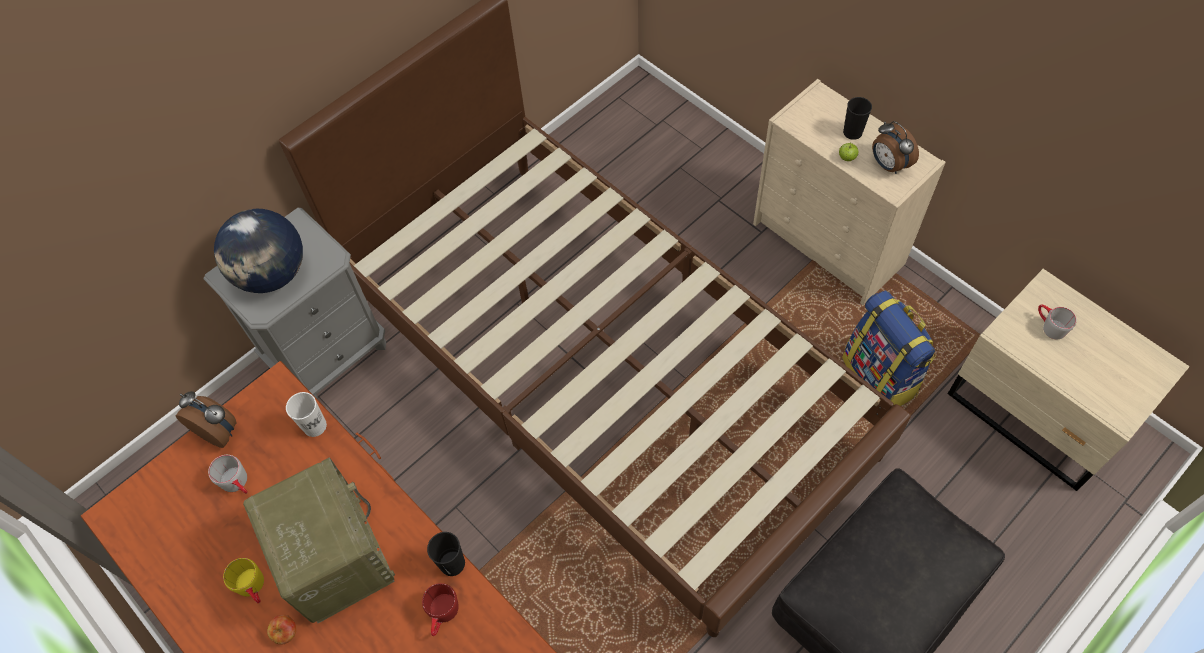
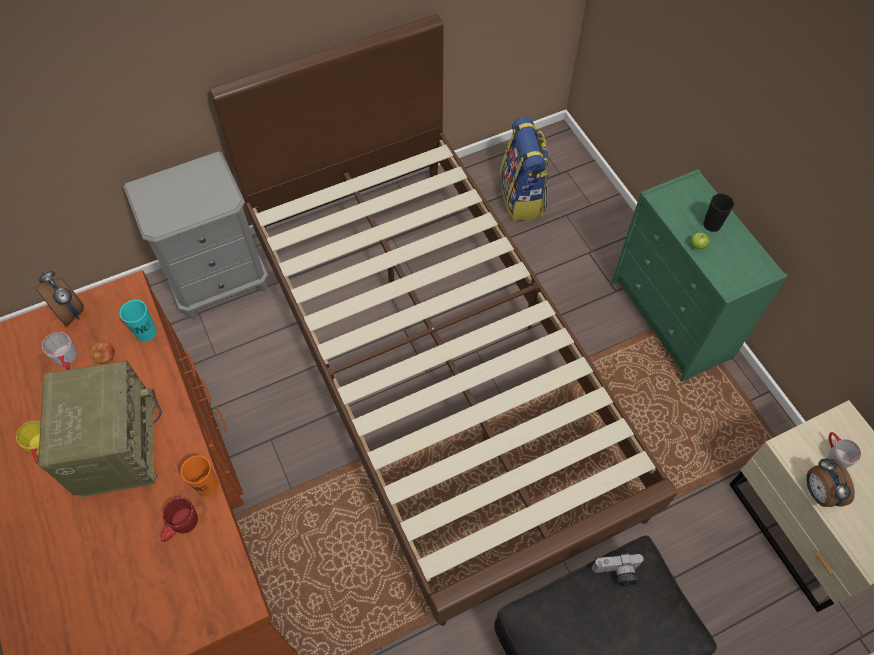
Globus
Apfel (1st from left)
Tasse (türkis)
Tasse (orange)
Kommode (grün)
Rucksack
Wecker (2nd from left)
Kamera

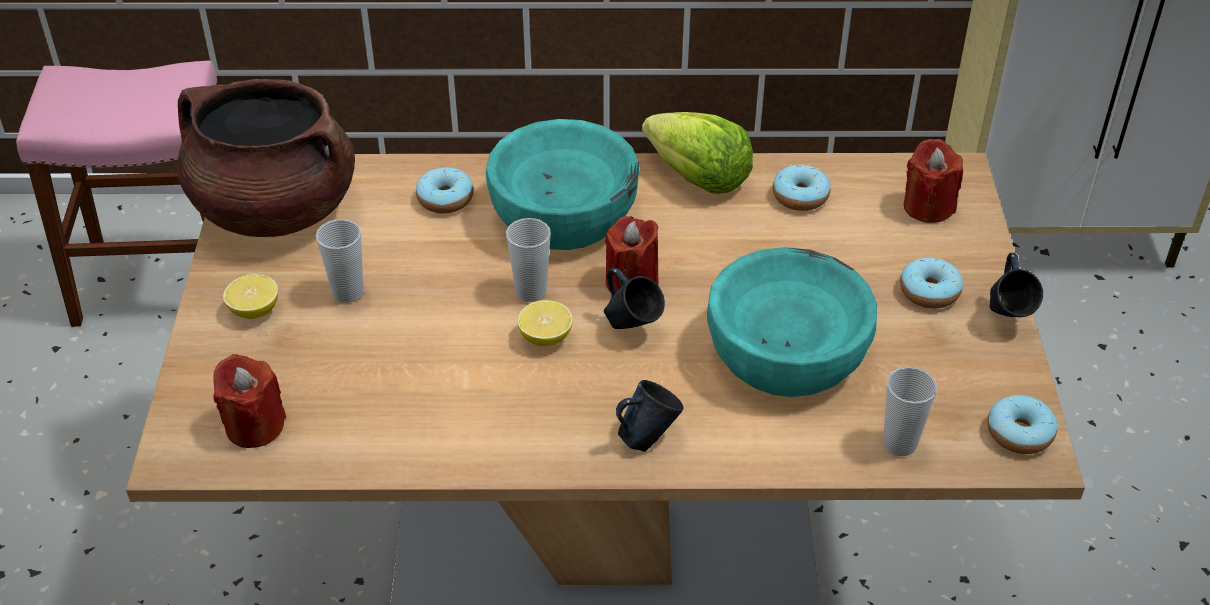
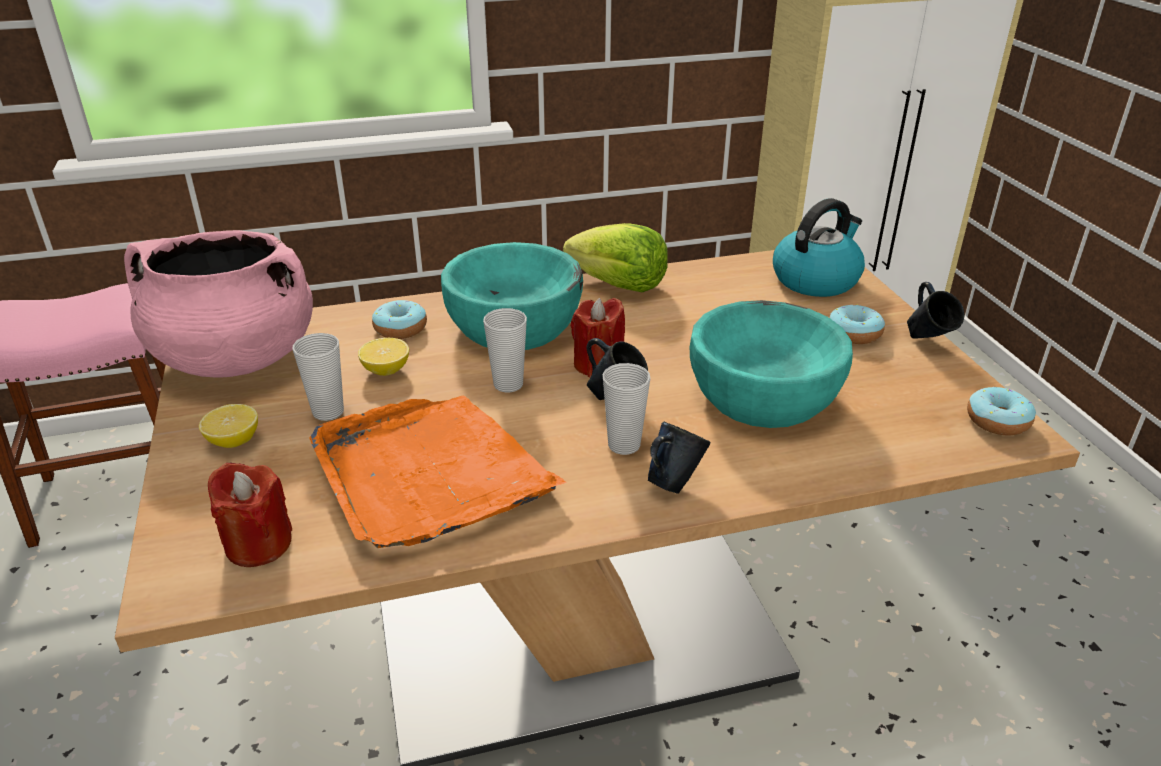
Kochtopf (rosa)
Zitrone (2nd from left)
Donut (2nd from left in the first image)
Tasse (3rd from left)
Wasserkessel
Tablett (orange)

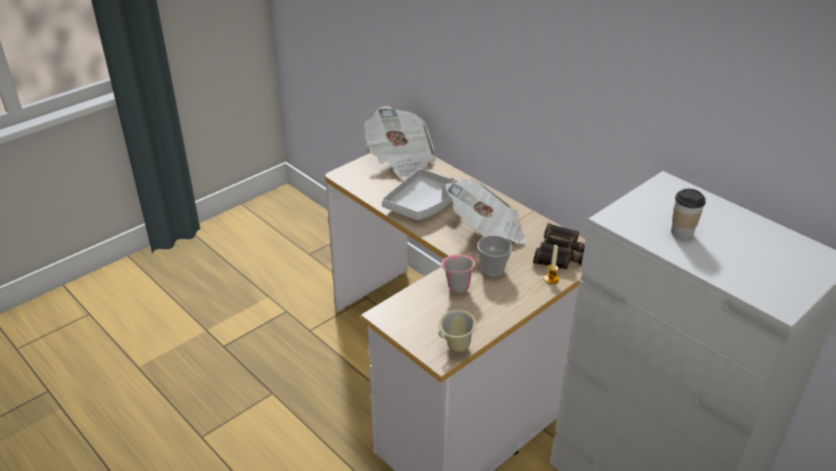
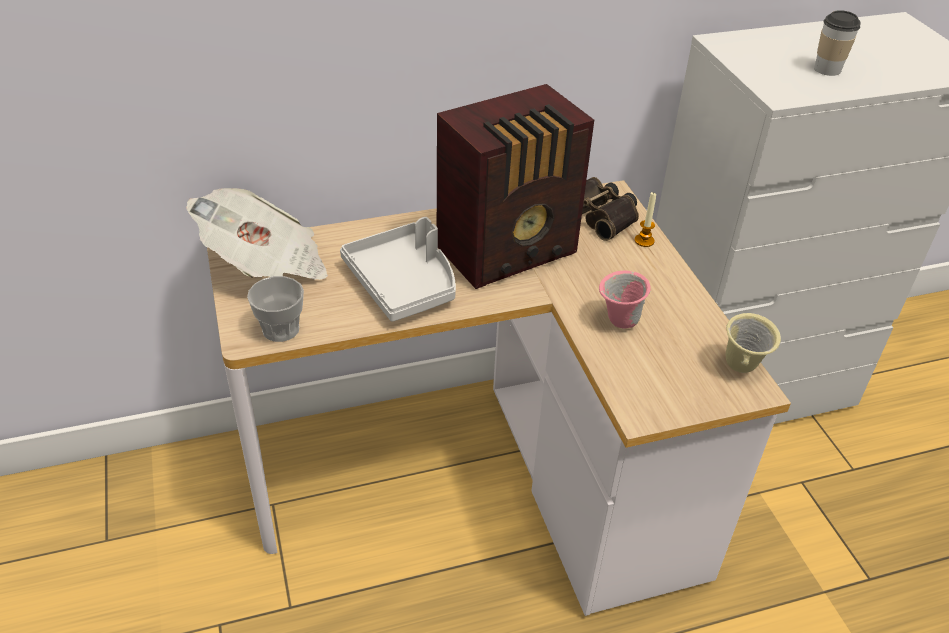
Radio
Tasse (1st from left)

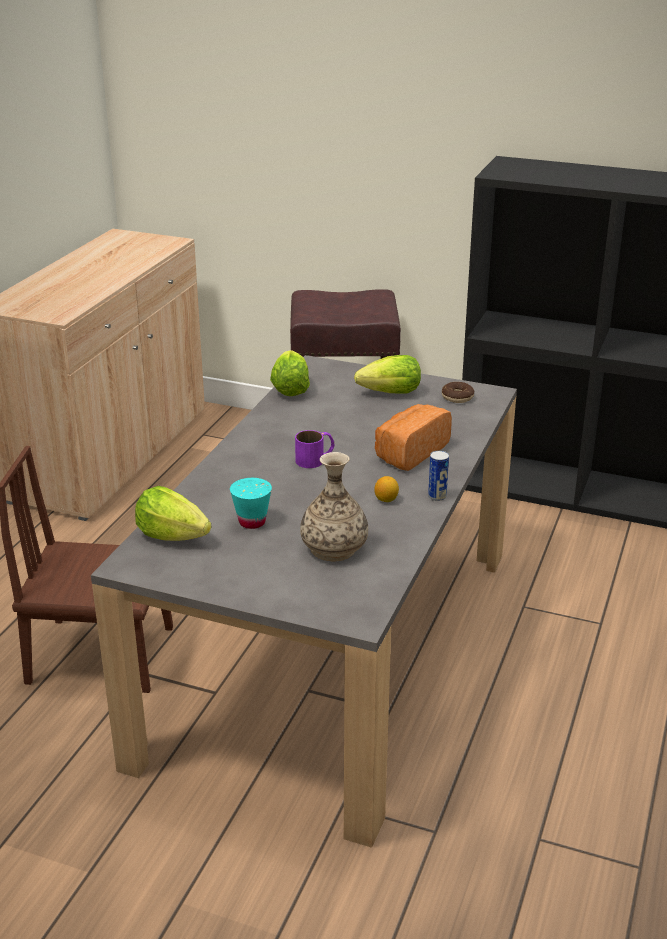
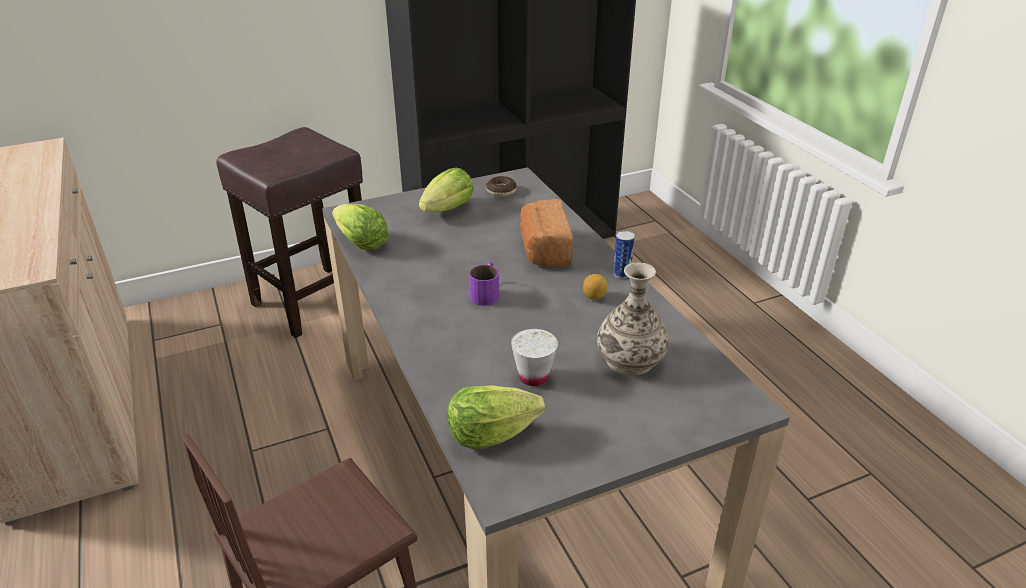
Tasse (weiß)

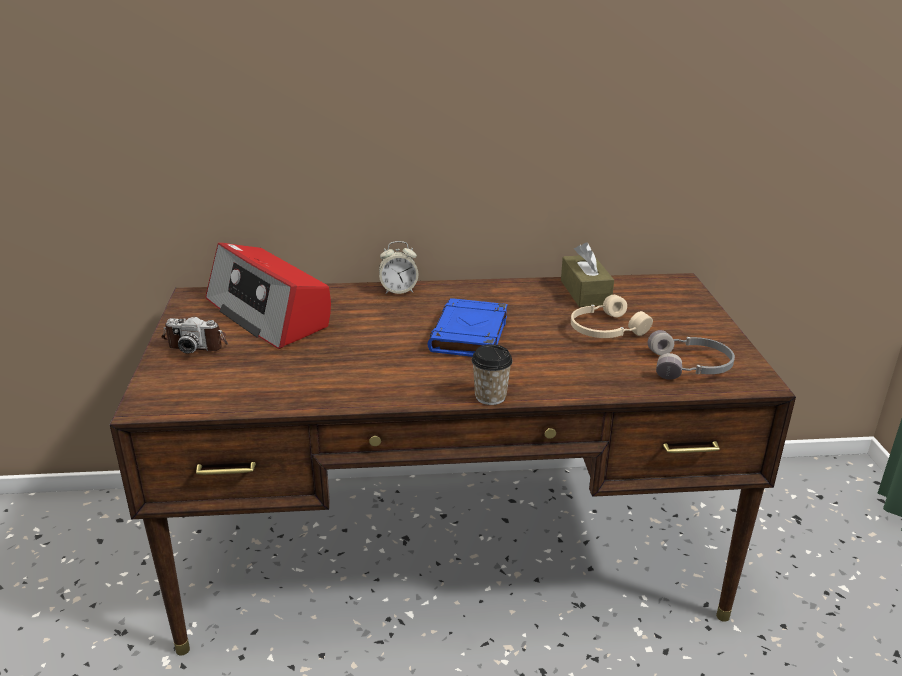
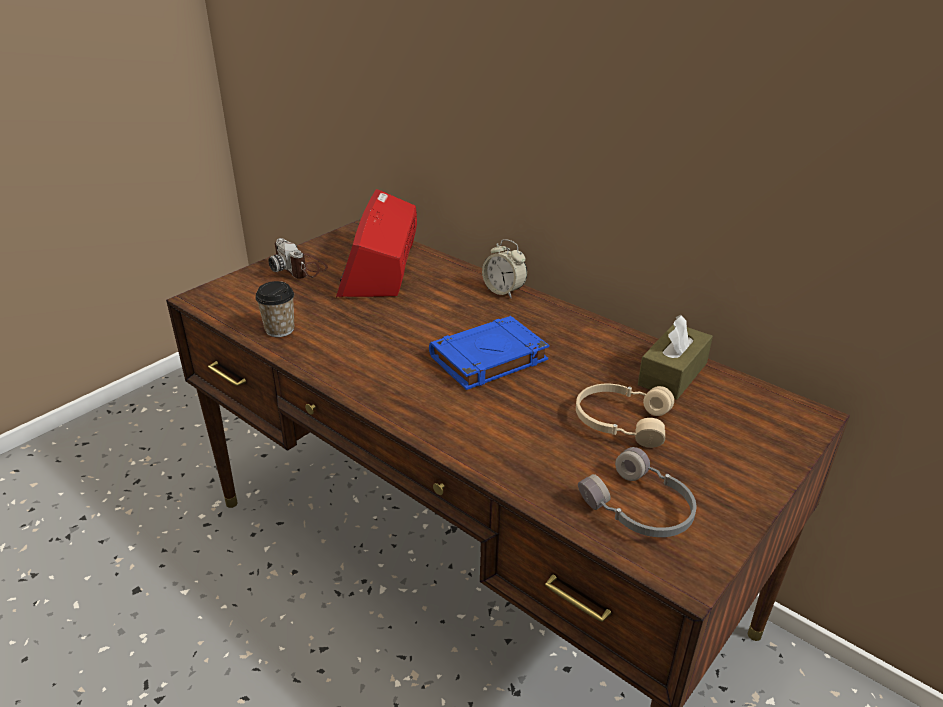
Tasse

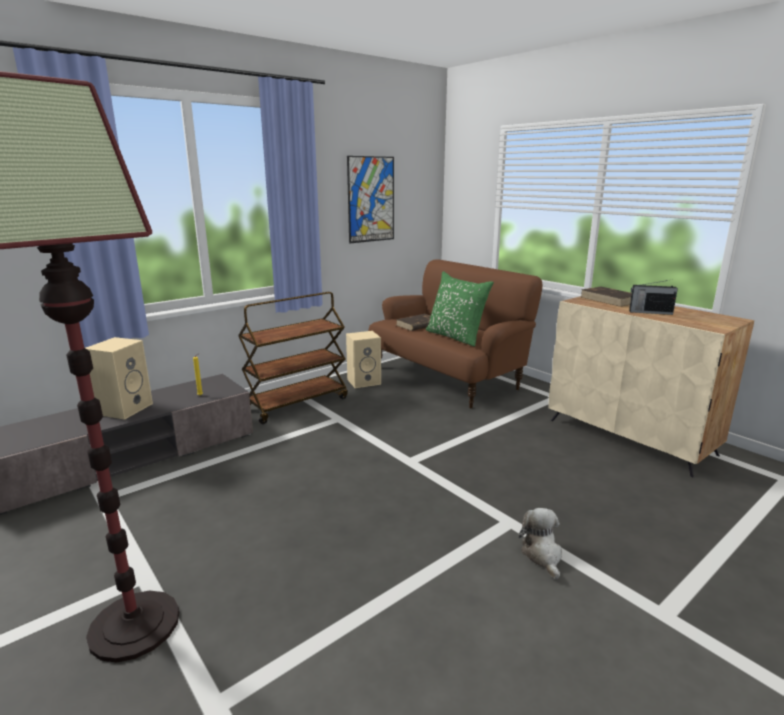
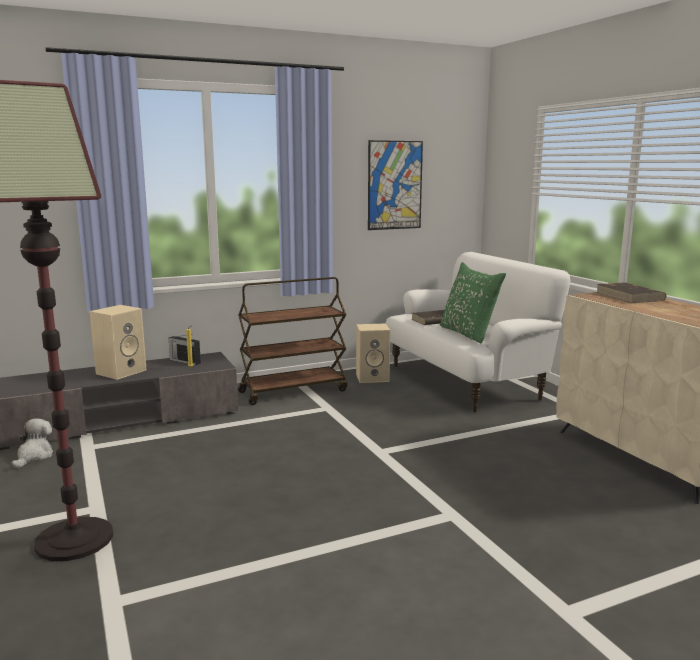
Sofa (weiß)
Plüschtier
Radio

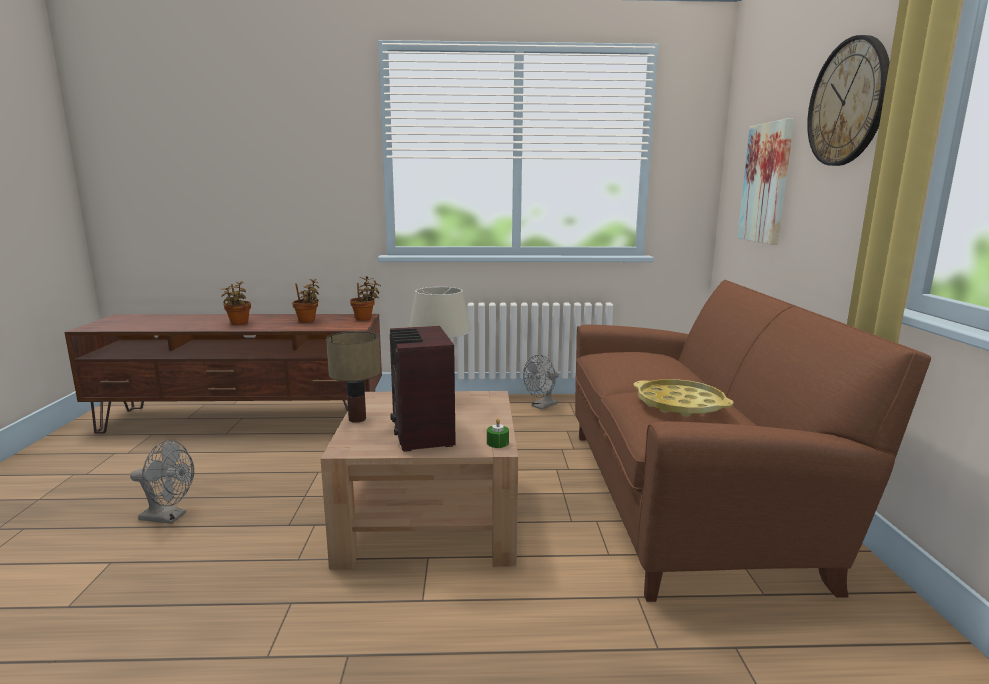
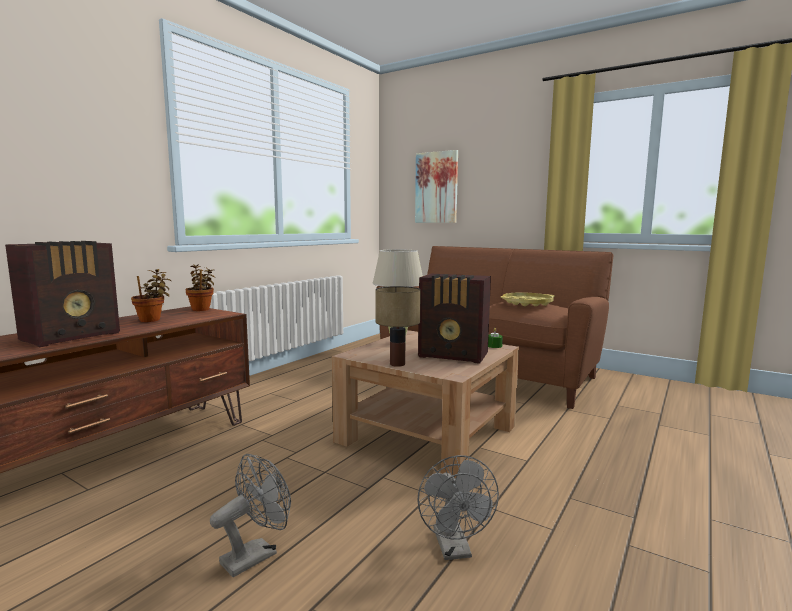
Radio (1st from left)
Ventilator (grau) (2nd from left)
Wanduhr

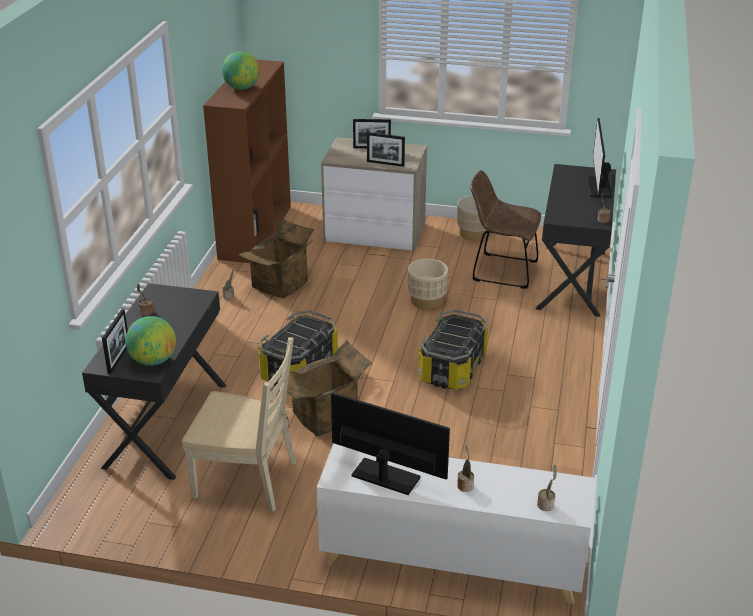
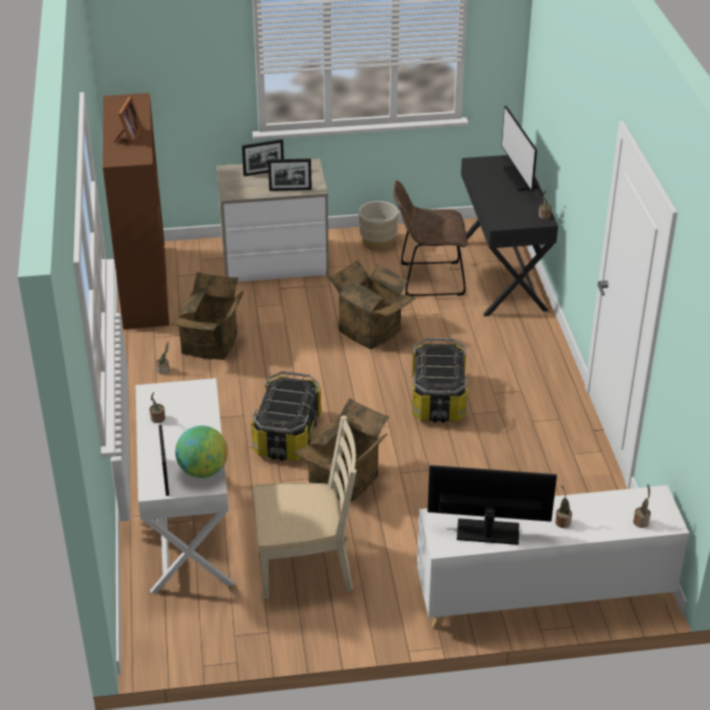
Schreibtisch (weiß)
Bilderrahmen (1st from left)
Karton (3rd from left)

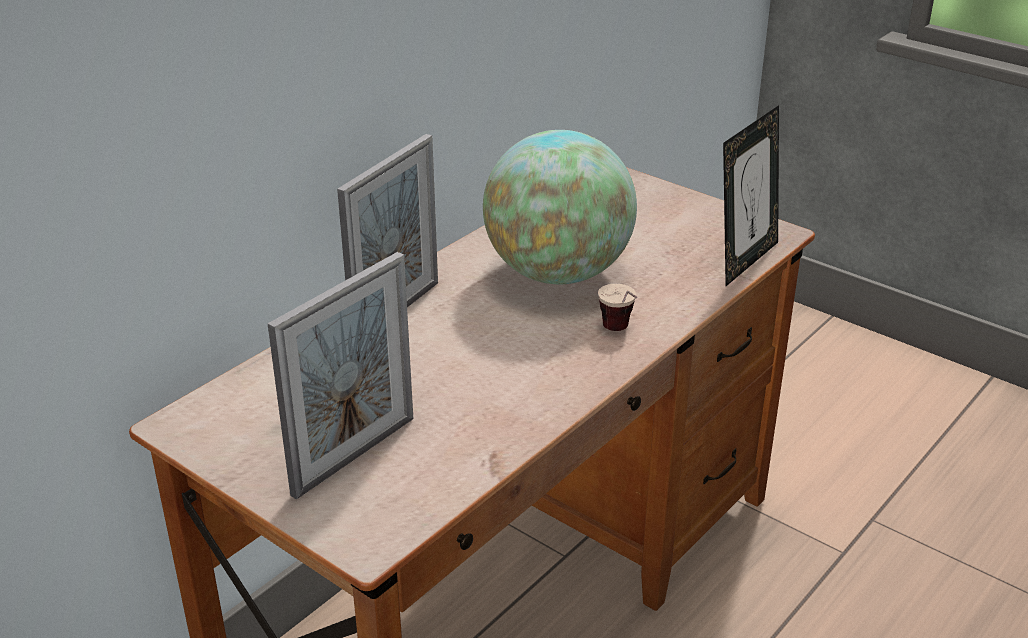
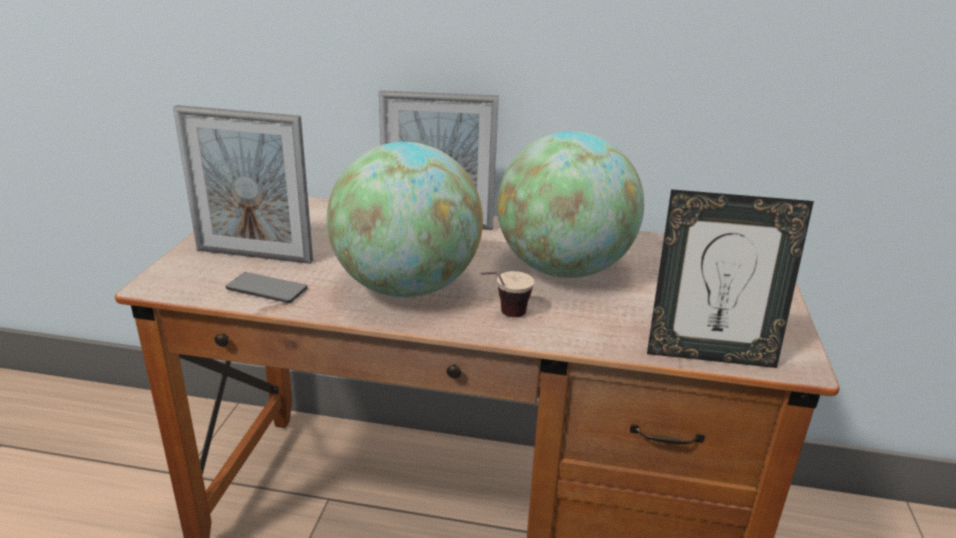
Handy
Globus (1st from left)

